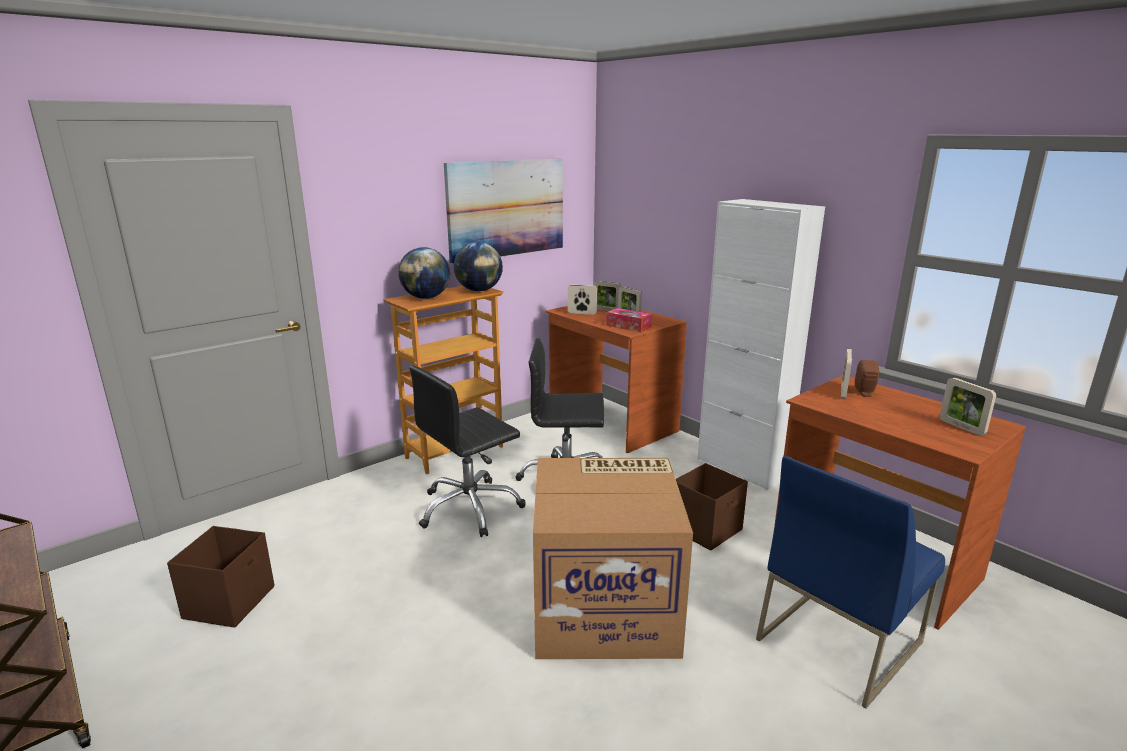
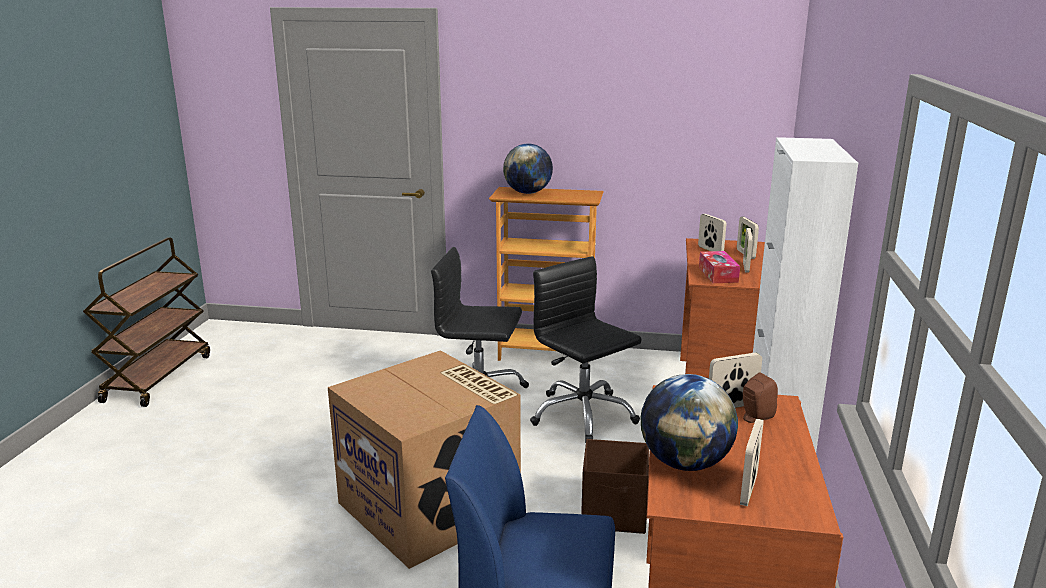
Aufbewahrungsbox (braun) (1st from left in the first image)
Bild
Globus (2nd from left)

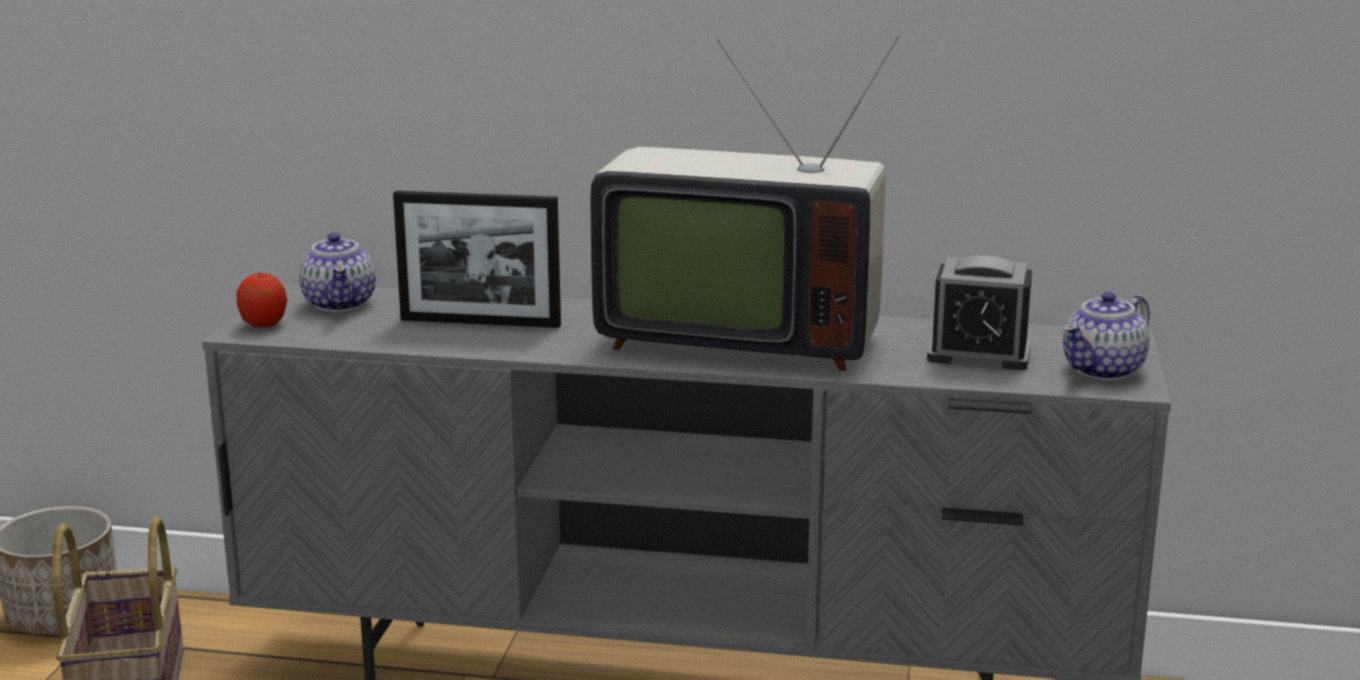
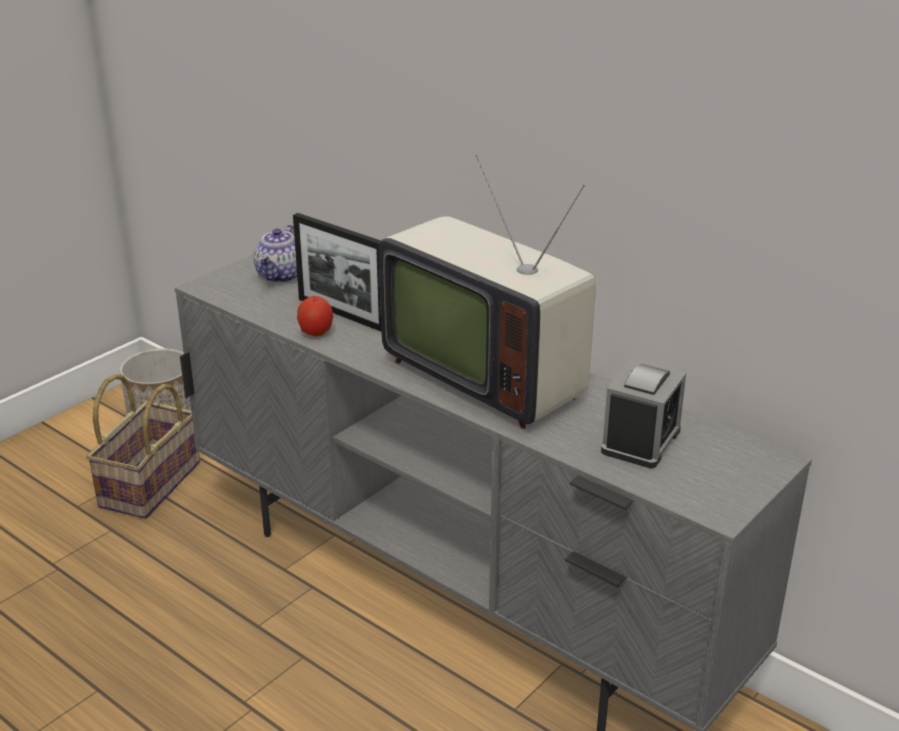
Apfel
Wecker
Teekanne (2nd from left in the first image)

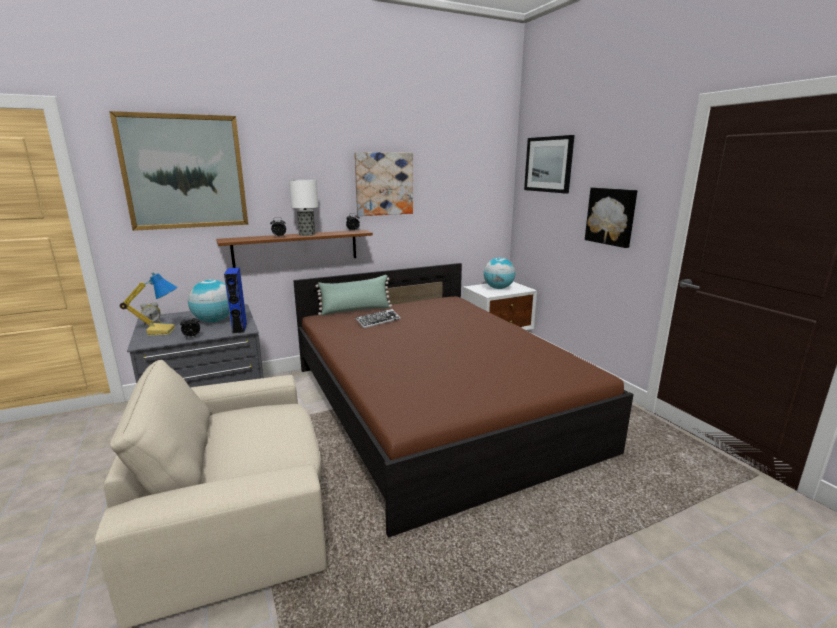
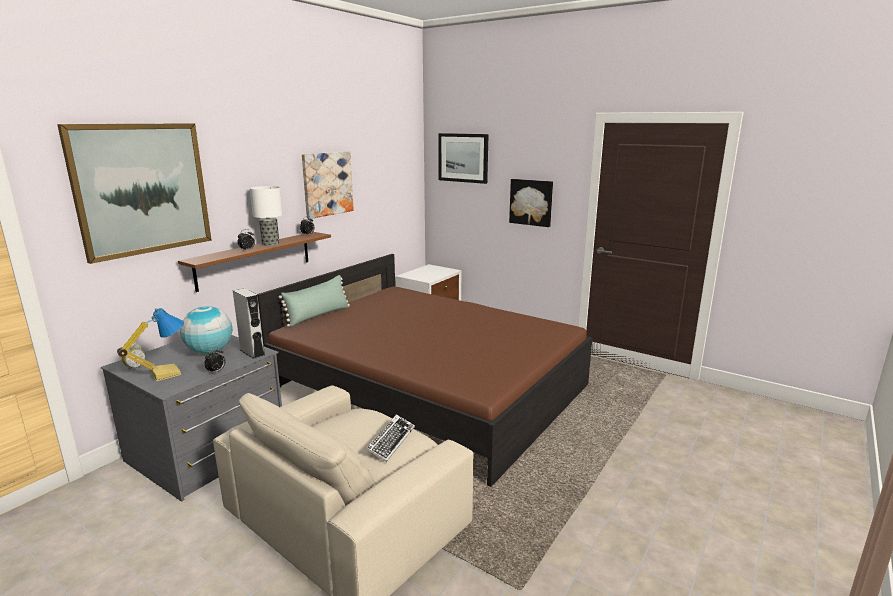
Lautsprecher (grau)
Tastatur
Globus (2nd from left in the first image)

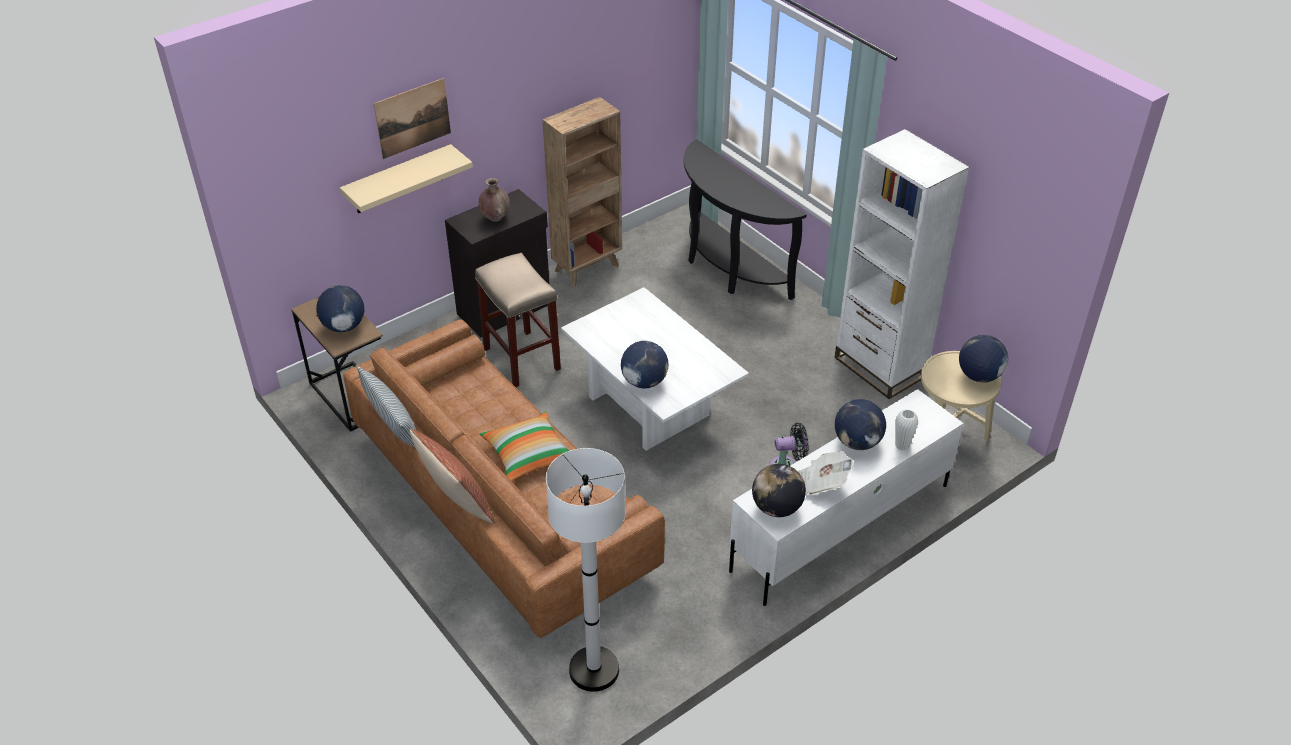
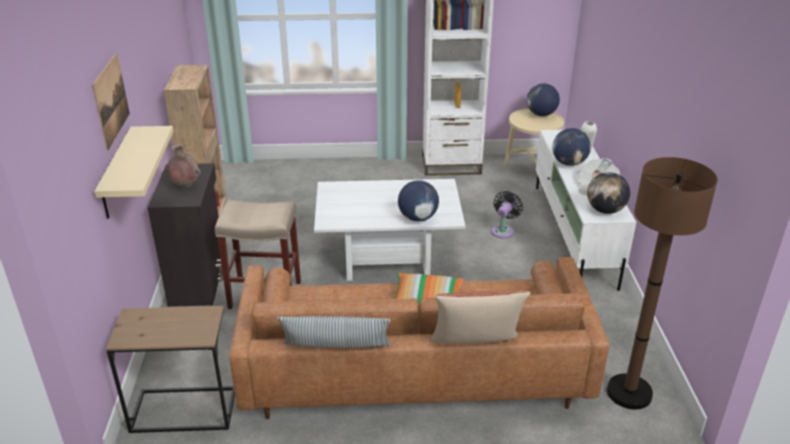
Globus (1st from left in the first image)
Stehlampe (braun)
Konsolentisch (schwarz)

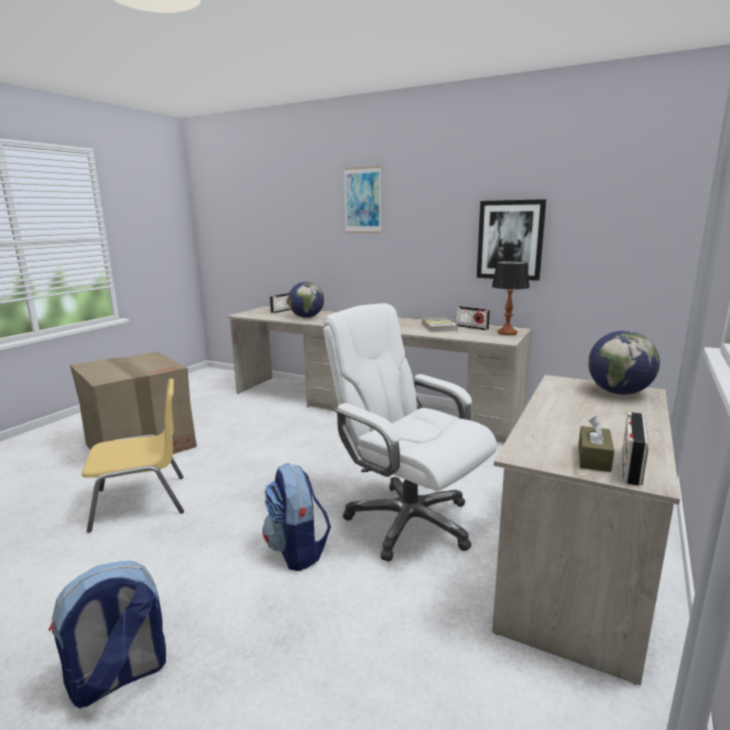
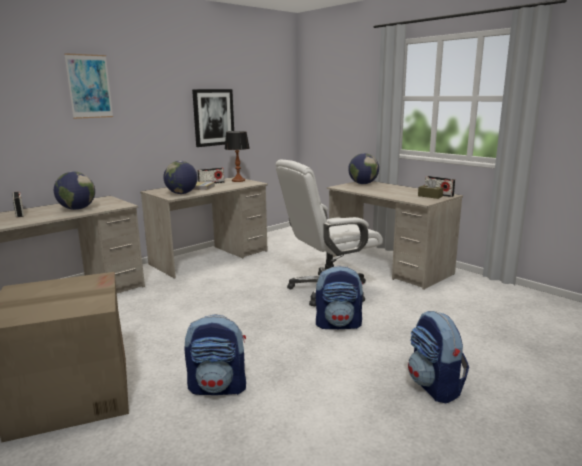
Rucksack (1st from left)
Globus (2nd from left)

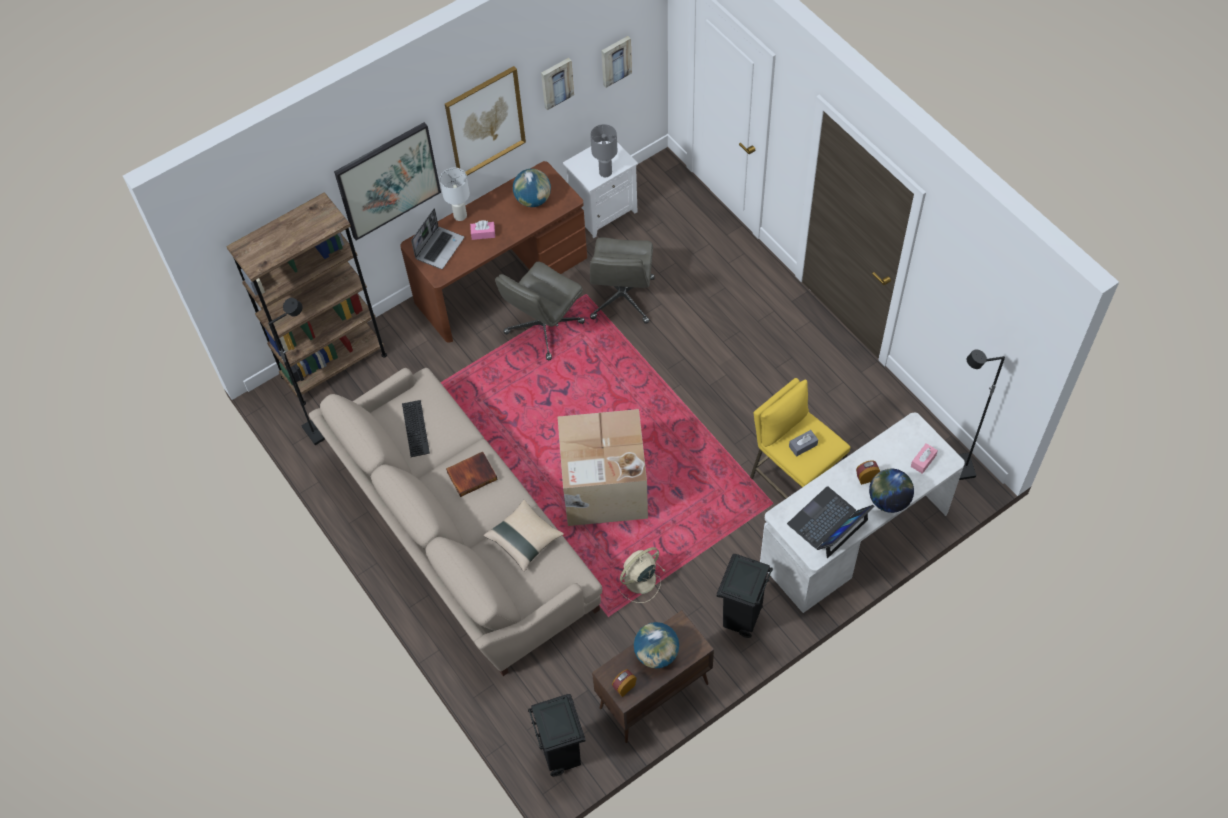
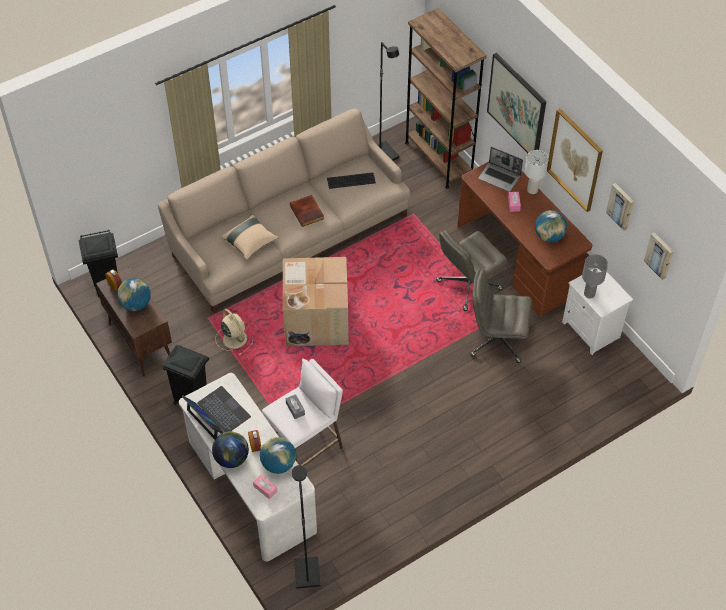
Bürostuhl (grau) (1st from left)
Hocker (weiß)
Globus (3rd from left)

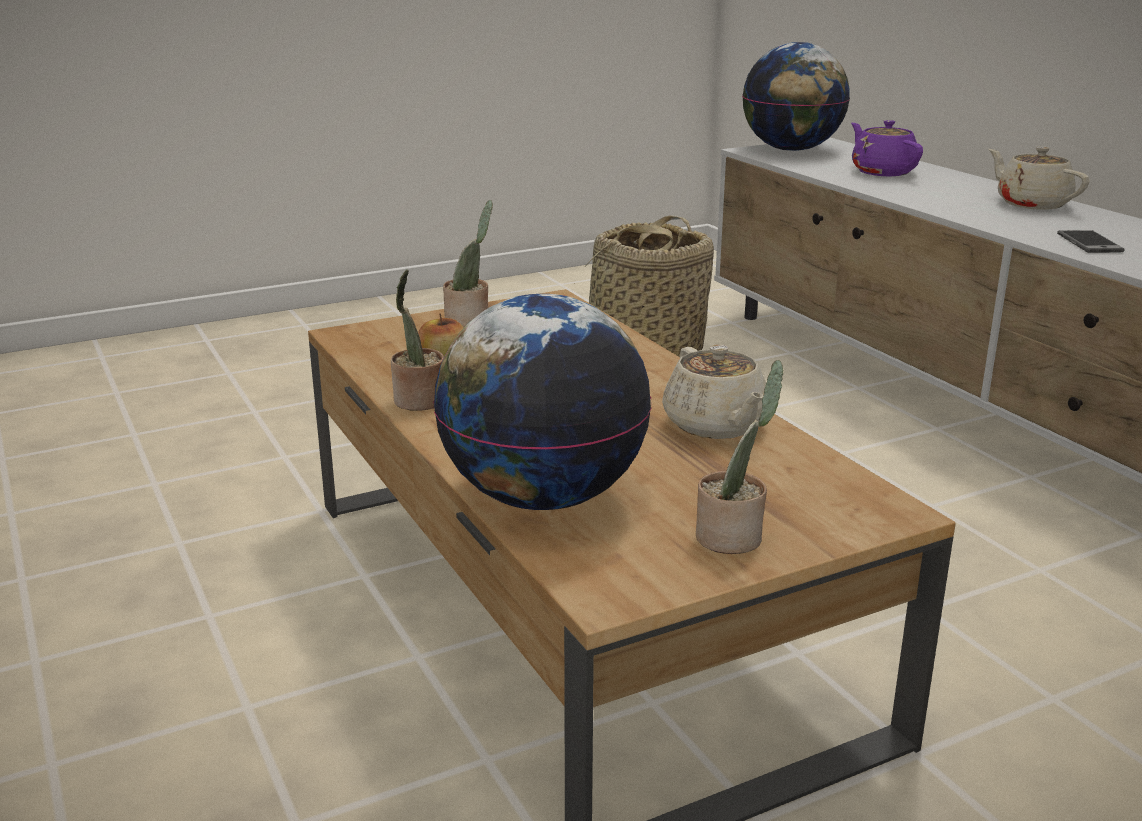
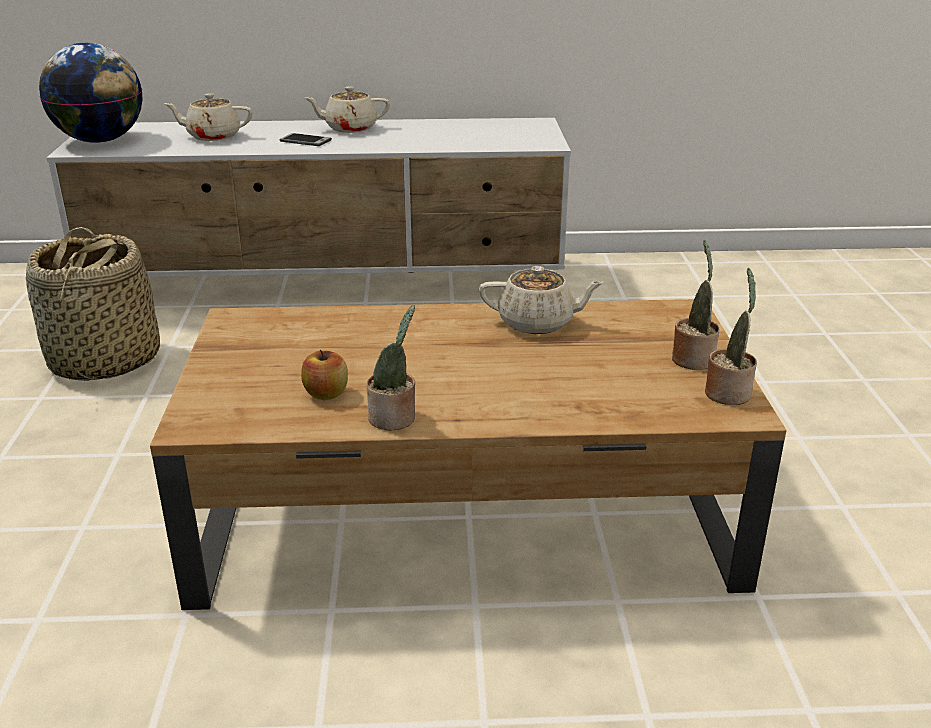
Globus (1st from left in the first image)
Topfpflanze (3rd from left)
Teekanne (beige) (1st from left)
Handy

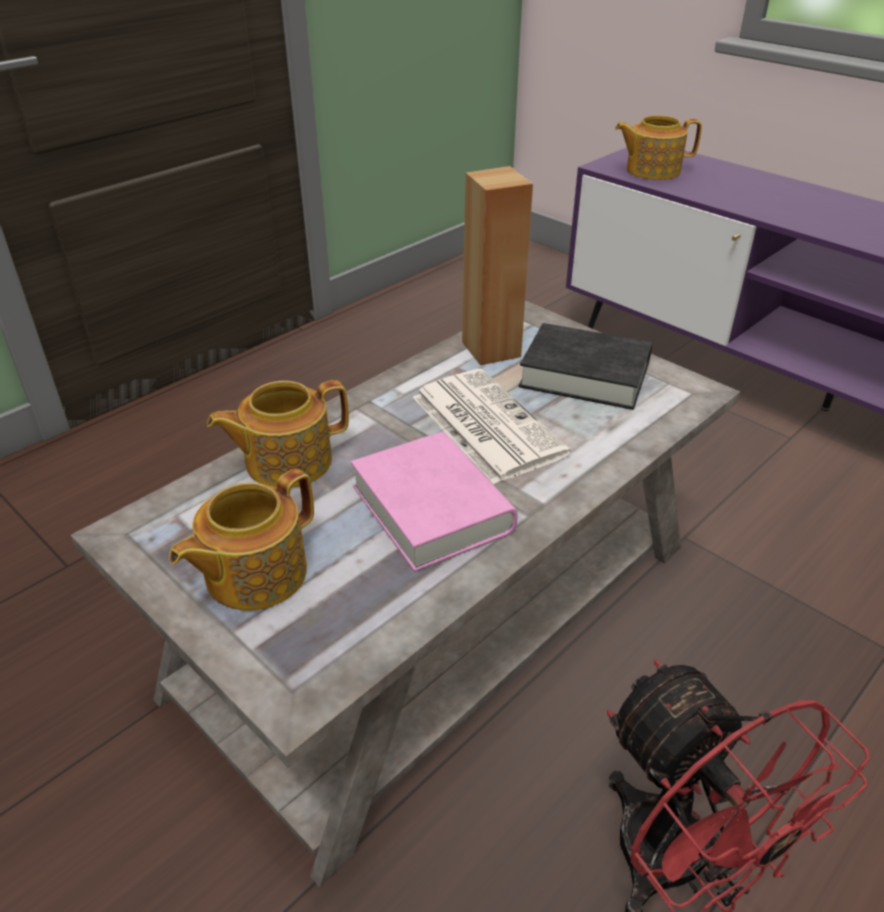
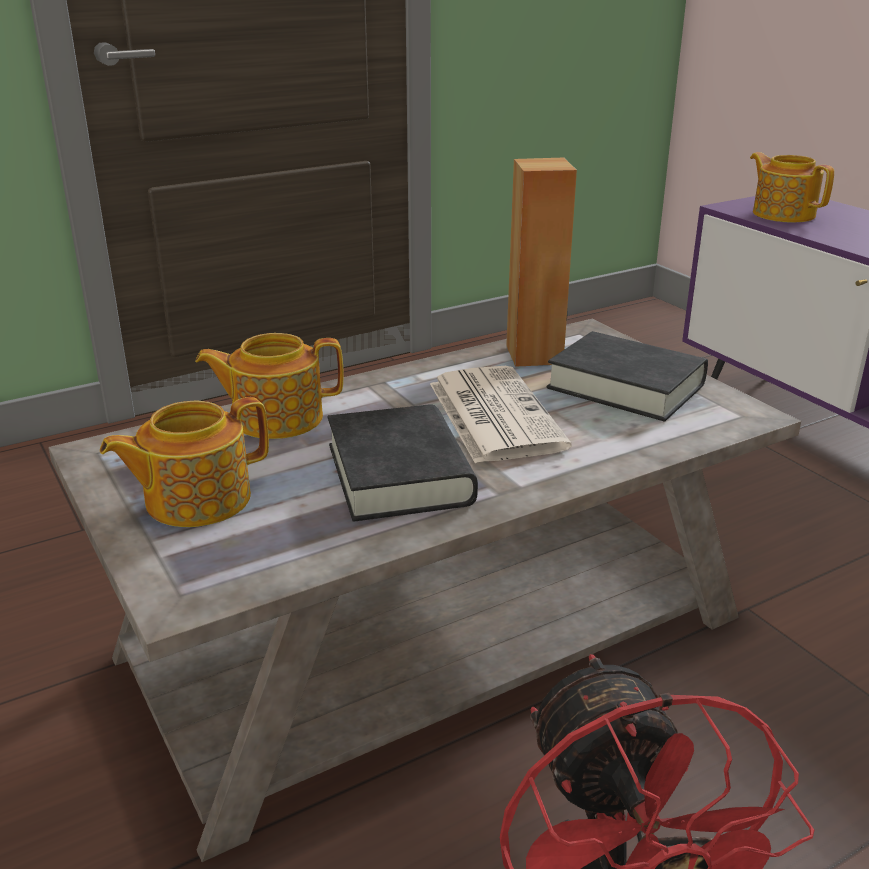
Buch (schwarz) (1st from left)
Teekanne (3rd from left)

